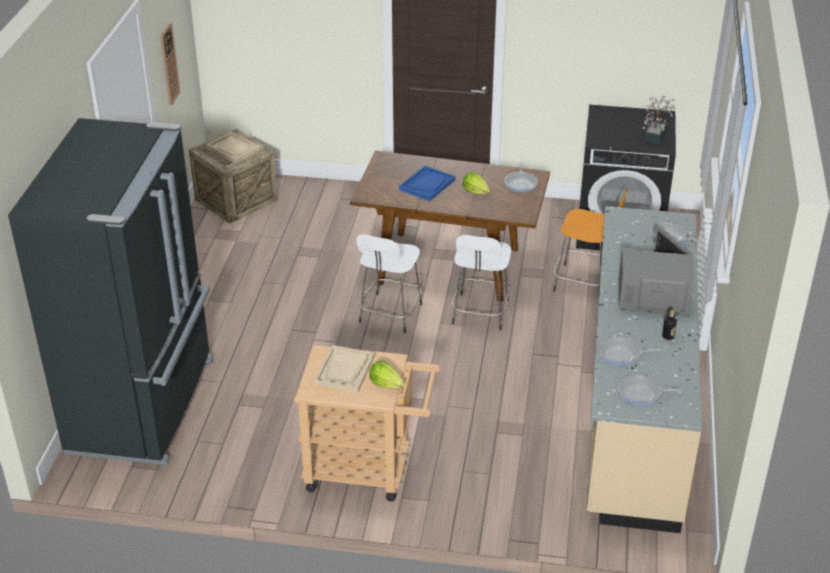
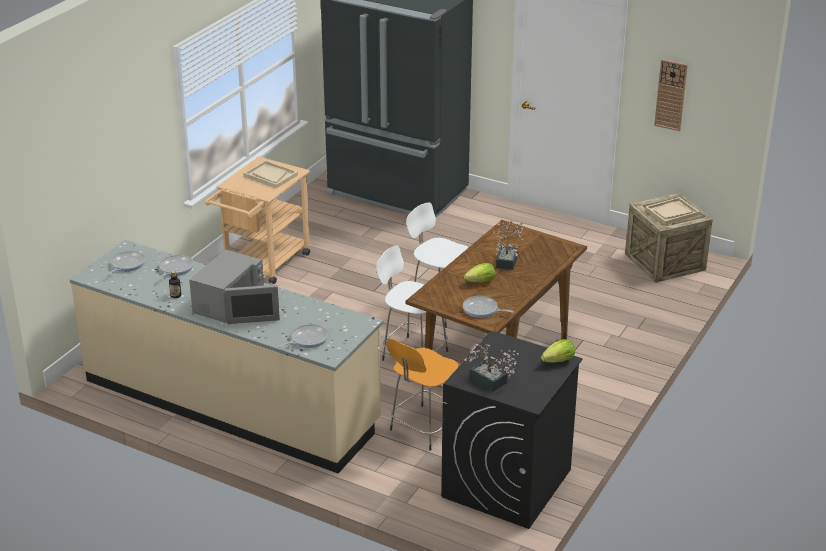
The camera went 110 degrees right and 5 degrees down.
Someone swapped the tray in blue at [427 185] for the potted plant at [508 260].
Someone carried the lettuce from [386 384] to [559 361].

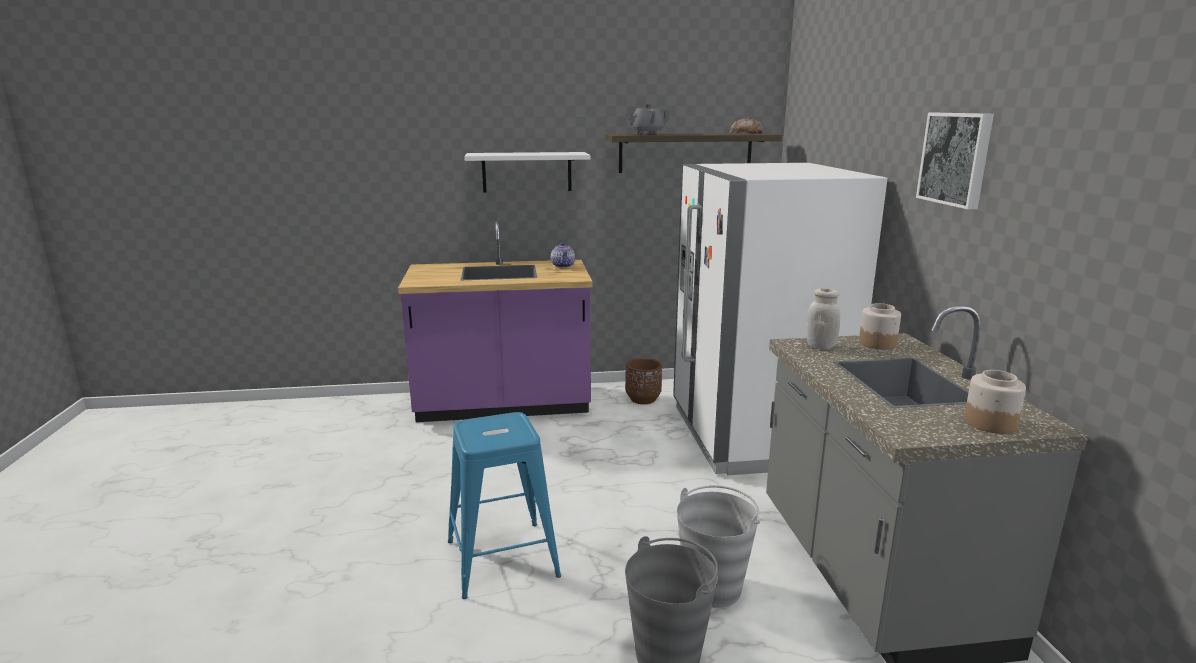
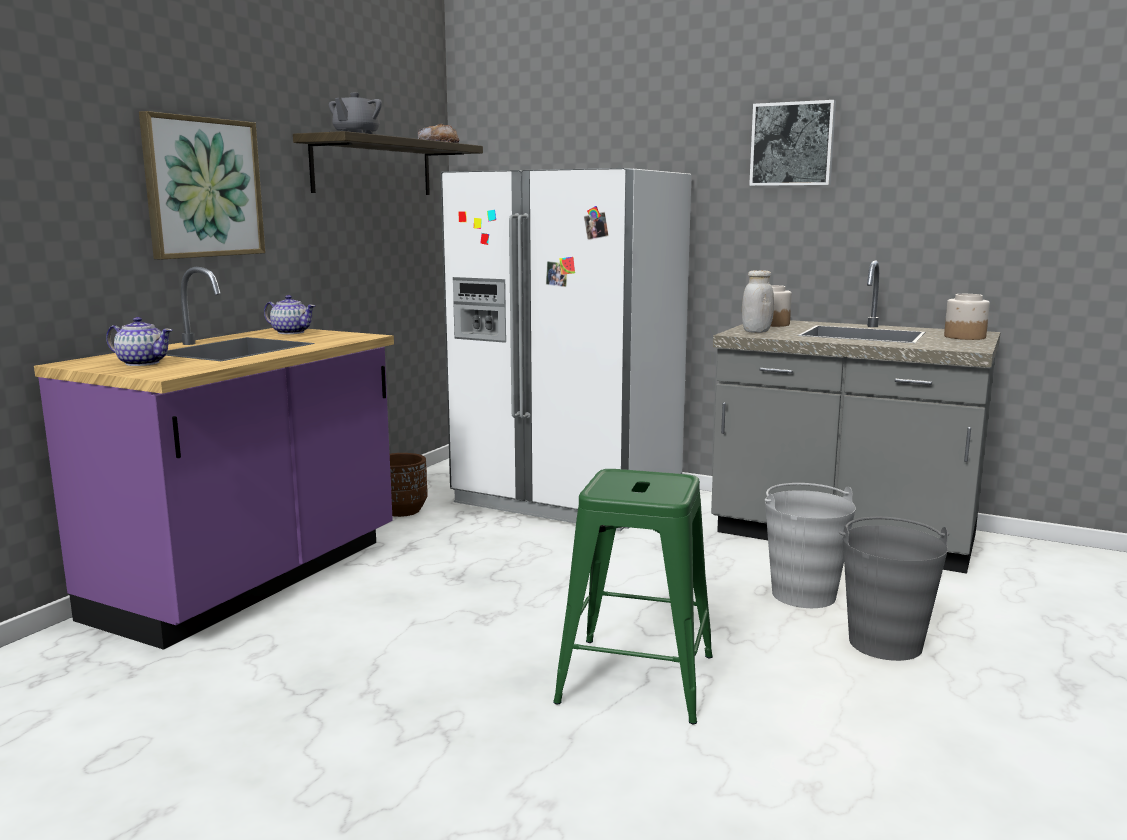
The camera went 55 degrees left and 5 degrees down.
Someone put down the teapot at [142 363].
Someone swapped the shelf in white at [527 172] for the picture at [203 187].
Someone repainted the stool in blue at [502 558], which became the stool in green at [636 678].

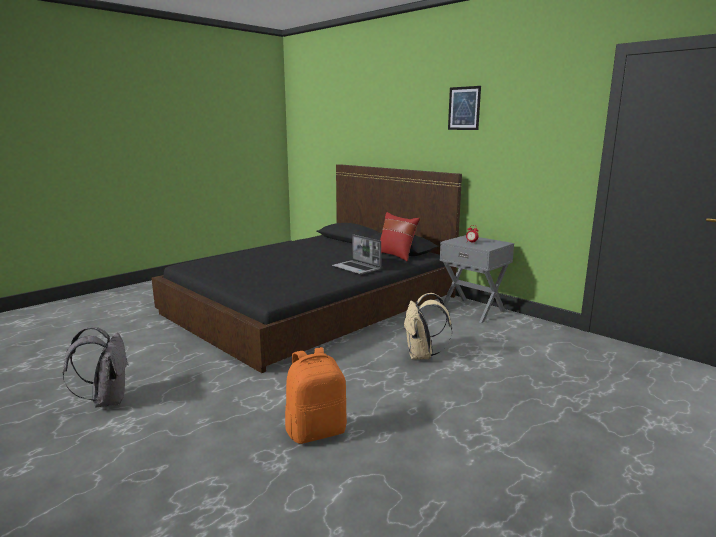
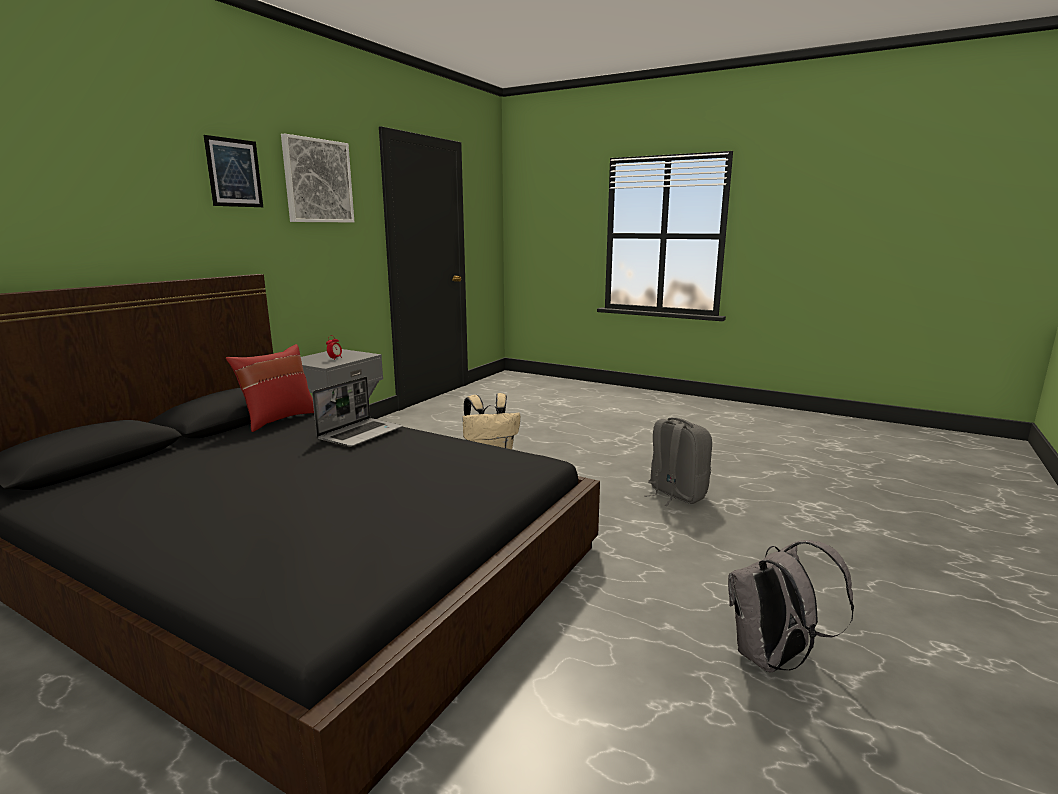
The camera went 105 degrees left and 0 degrees up.
Someone put up the picture at [318 181].
Someone repainted the backpack in orange at [316 431], which became the backpack in grey at [675 494].

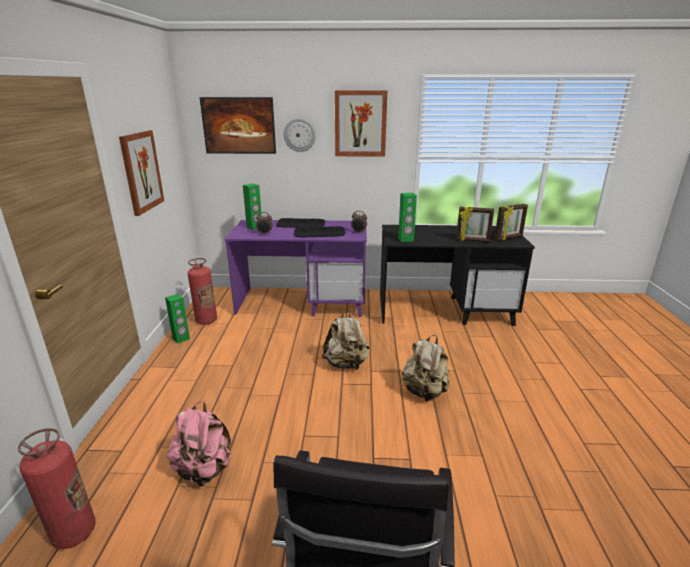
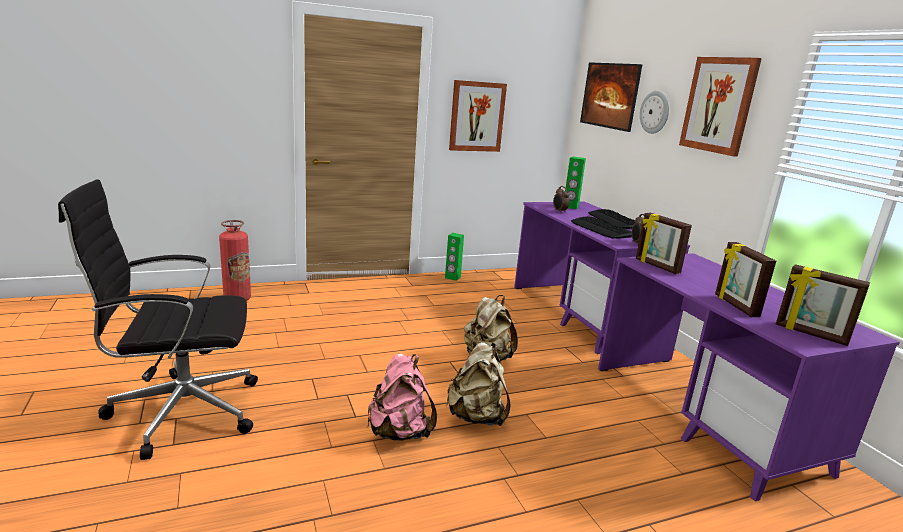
The camera went 65 degrees right and 5 degrees down.
Someone carried the backpack in pink from [204 470] to [399 432].
Someone repainted the desk in black at [445 310], which became the desk in purple at [706 418].
Someone swapped the speaker in green at [406 239] for the picture frame at [656 266].
Someone took away the fire extinguisher at [206 320].

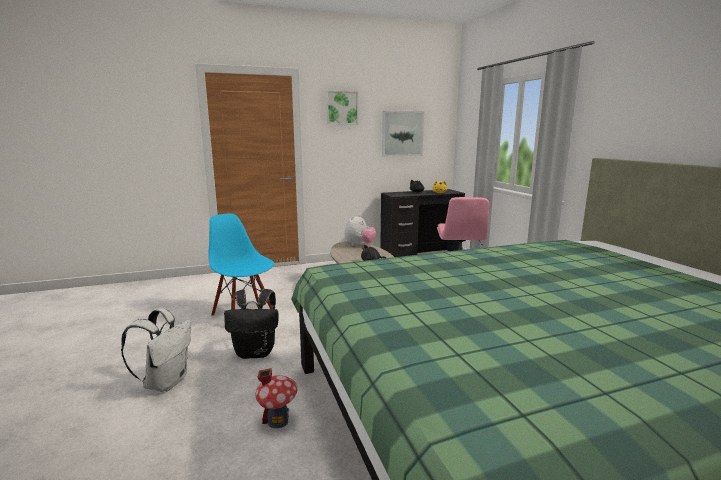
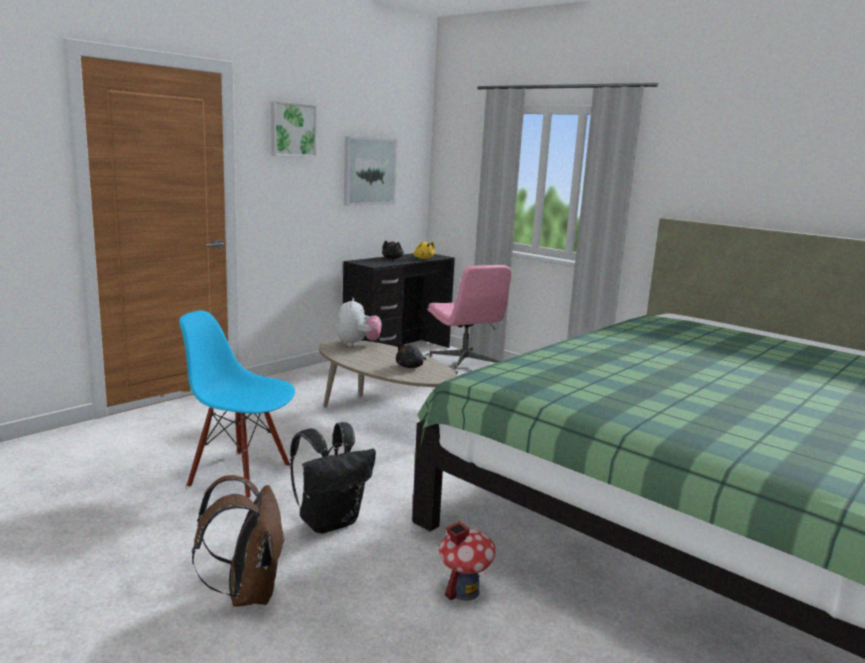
The camera went 30 degrees left and 0 degrees up.
Someone repainted the backpack in white at [166 382], which became the backpack in brown at [247 592].

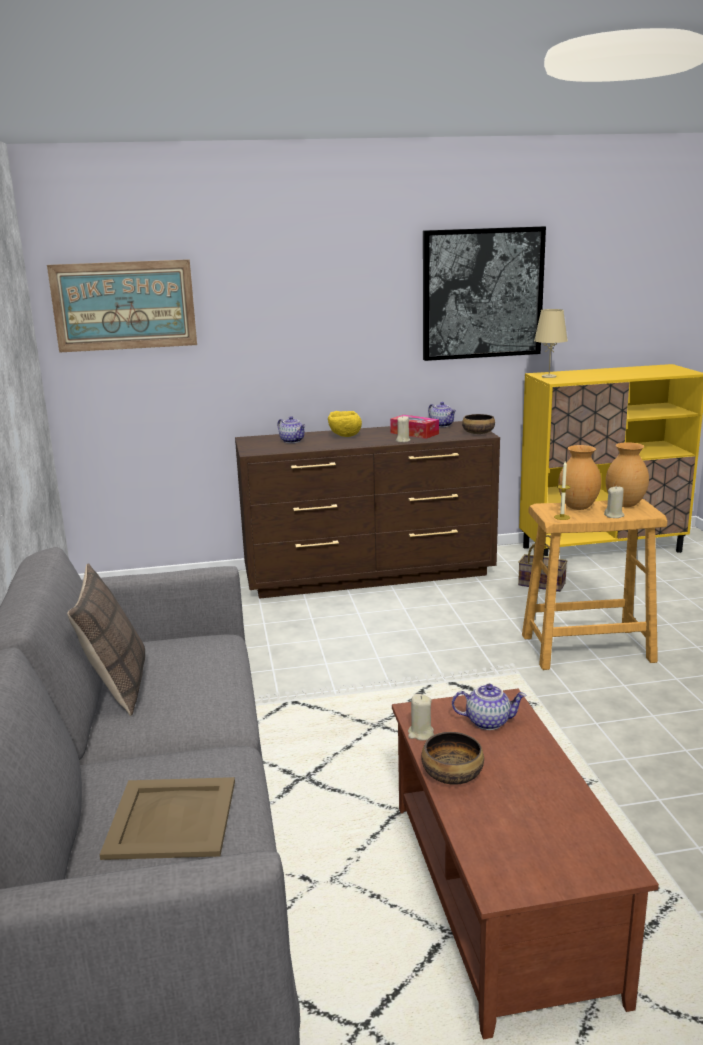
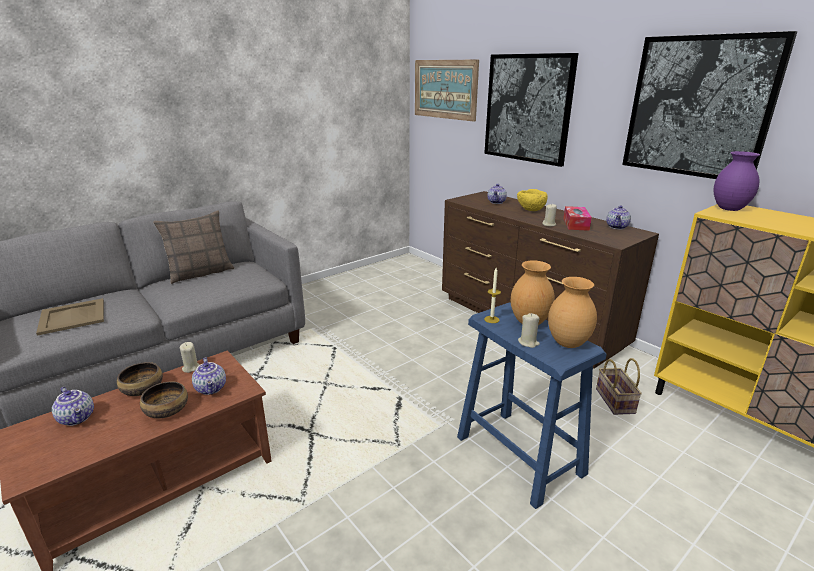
The camera went 60 degrees right and 5 degrees up.
Someone put down the teapot at [78 418].
Someone carried the bowl from [478 433] to [166 410].
Someone repainted the stool in beige at [588 648], which became the stool in blue at [519 455].
Someone put up the picture at [527 108].
Someone swapped the table lamp in beige at [548 376] for the vase in purple at [728 209].

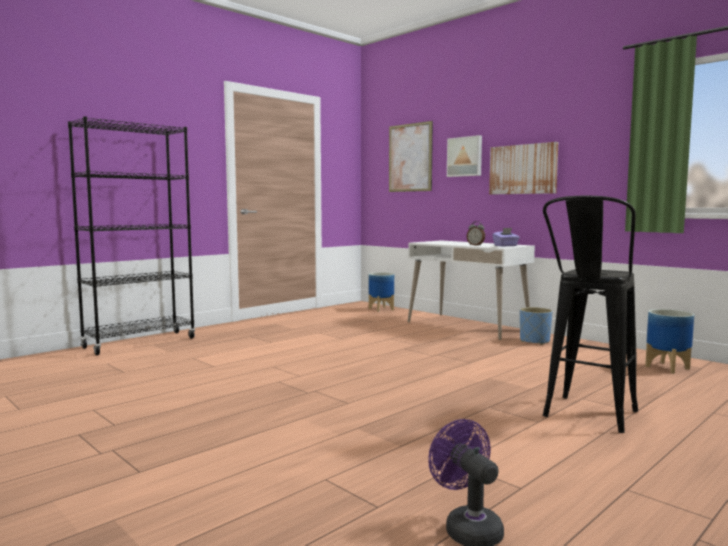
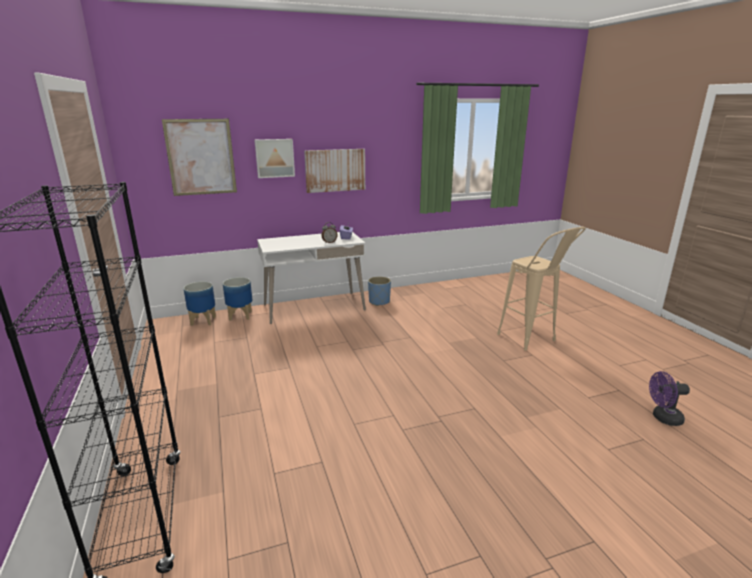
The camera went 65 degrees left and 15 degrees up.
Someone carried the planter from [667 367] to [240 315].
Someone repainted the stool in black at [586 418], which became the stool in beige at [532 341].

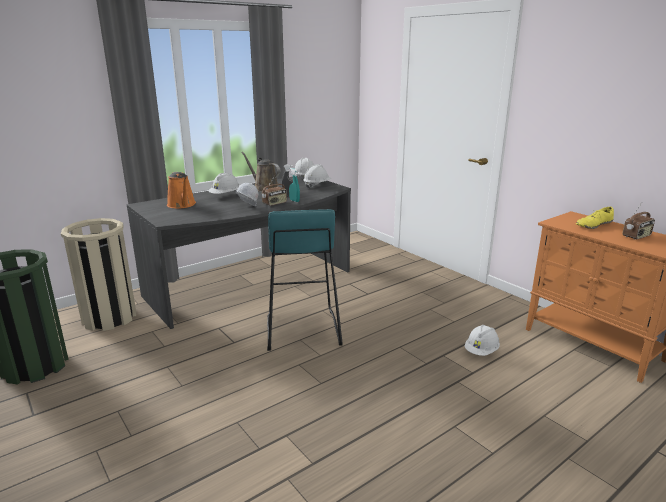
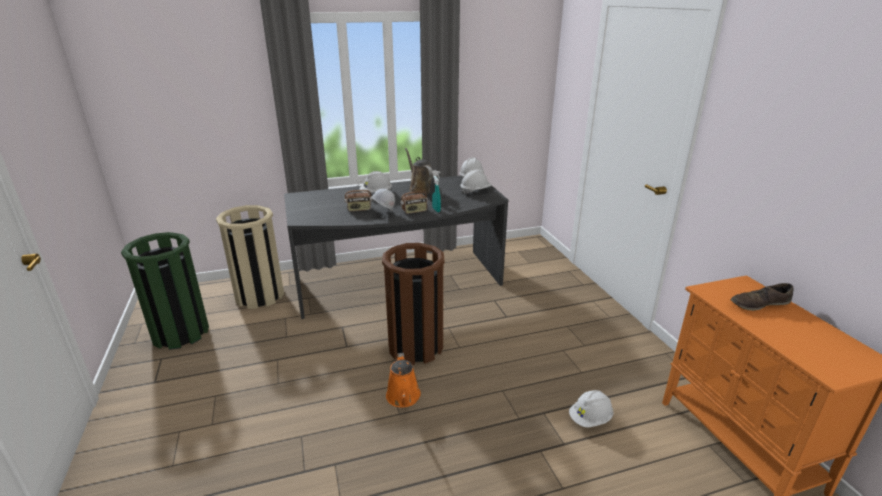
The camera went 20 degrees right and 5 degrees up.
Someone carried the radio from [636 236] to [359 209].
Someone swapped the stool in turquoise at [302 330] for the trash can in brown at [415 347].
Someone carried the watering can in orange from [182 205] to [403 398].
Someone repainted the shoe in yellow at [593 225], which became the shoe in brown at [759 303].

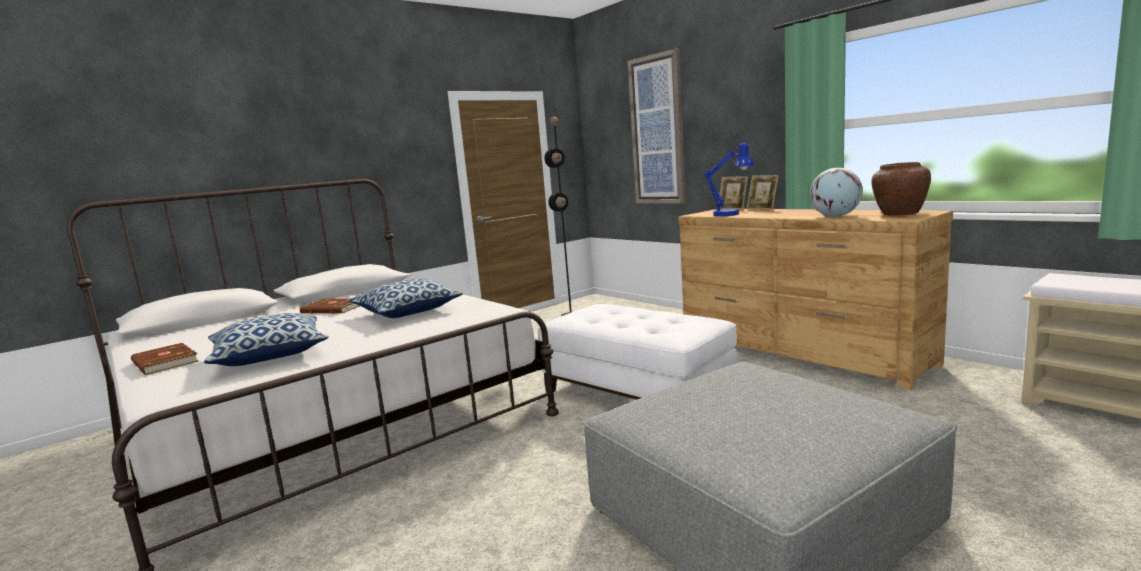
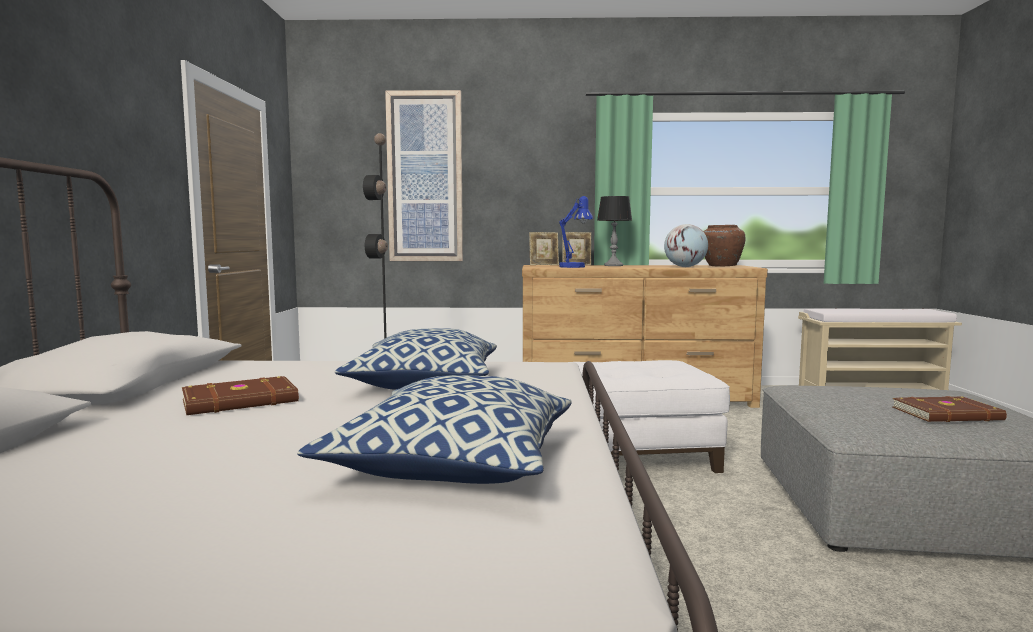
The camera went 50 degrees left and 5 degrees down.
Someone put down the table lamp at [613 265].
Someone carried the book in brown from [163 362] to [948 414].

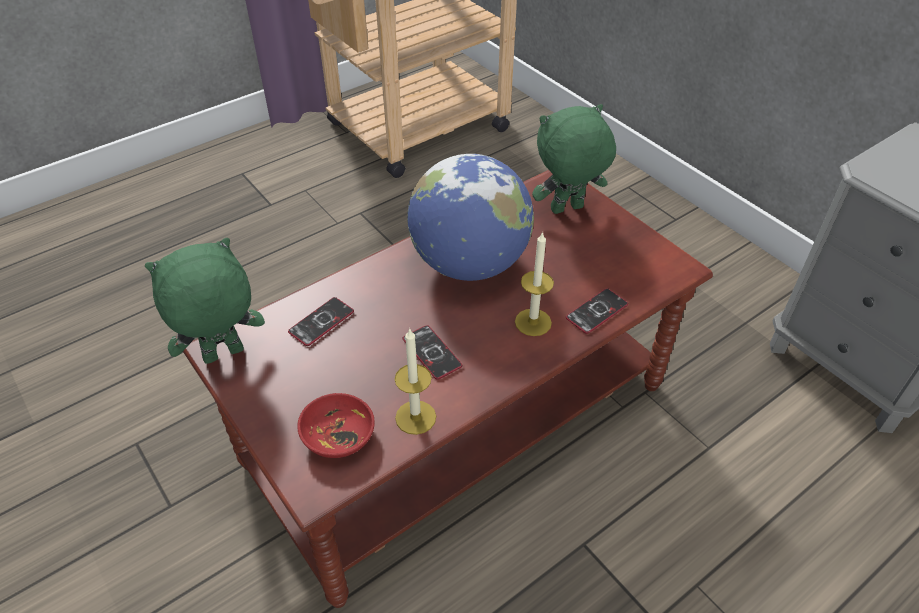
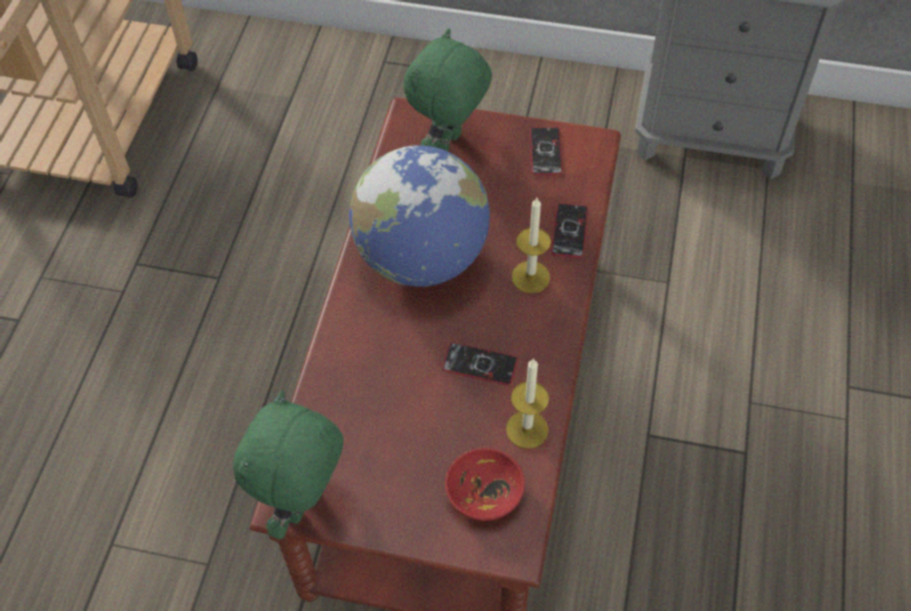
The camera went 40 degrees left and 10 degrees up.
Someone carried the phone from [321 322] to [545 152].

